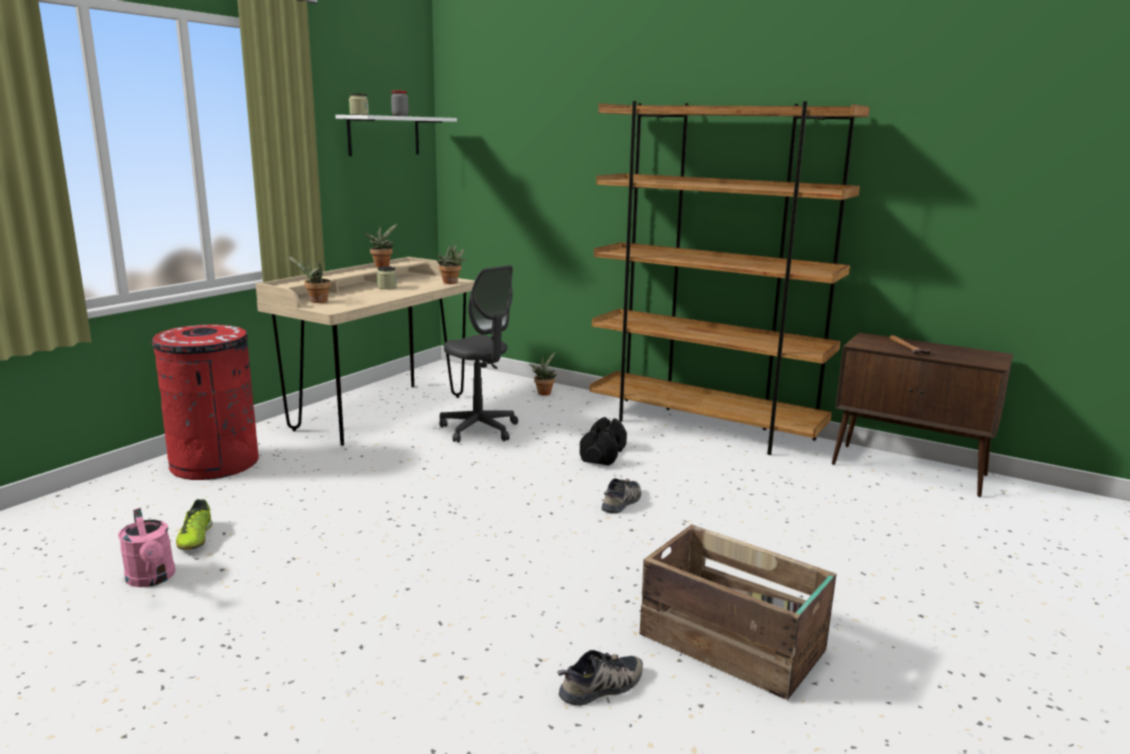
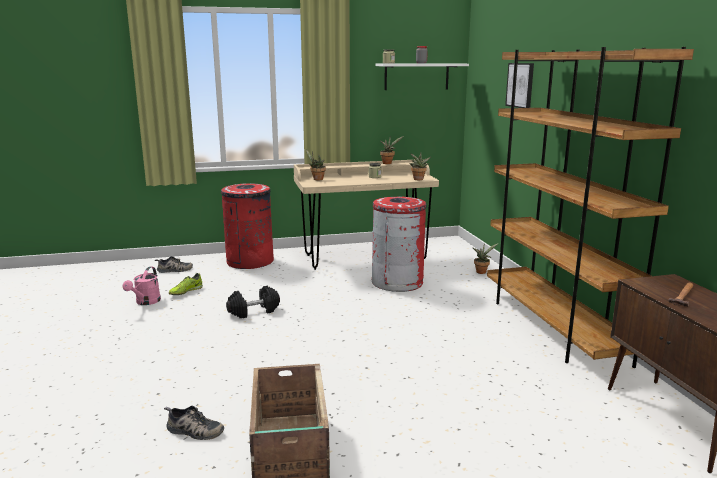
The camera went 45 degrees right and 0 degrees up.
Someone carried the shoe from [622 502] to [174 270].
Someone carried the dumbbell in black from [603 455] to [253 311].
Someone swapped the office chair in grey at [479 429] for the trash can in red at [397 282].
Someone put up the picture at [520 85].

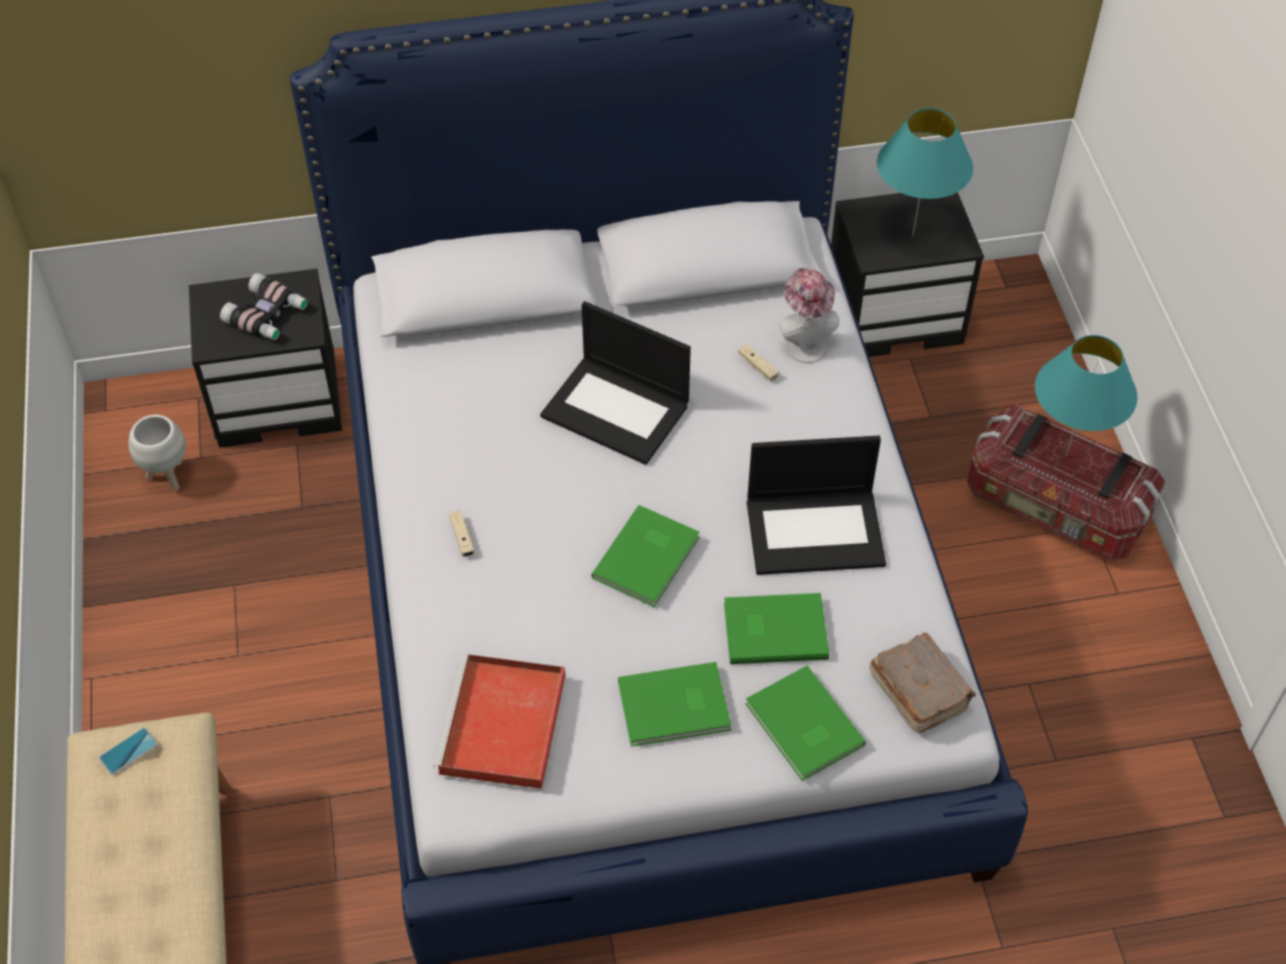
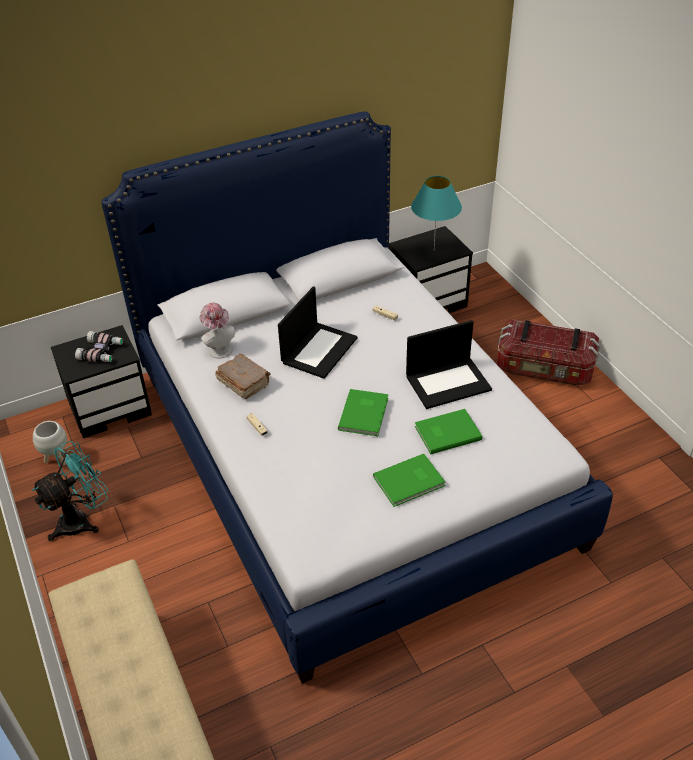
The camera went 15 degrees left and 10 degrees down.
Someone put down the fan in turquoise at [81 520].
Someone carried the hat from [804 342] to [219 348].
Someone carried the book in brown from [918 691] to [243 383].
Someone rotated the laptop at [617 410] by 75 degrees counterclockwise.
Someone took away the phone at [128 752].
Someone took away the tray in red at [503 727].
Someone took away the book in green at [803 727].
Someone took away the table lamp in turquoise at [1065 456].

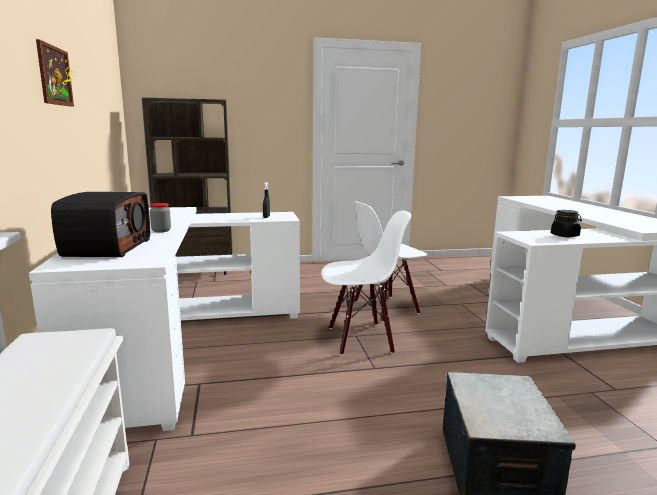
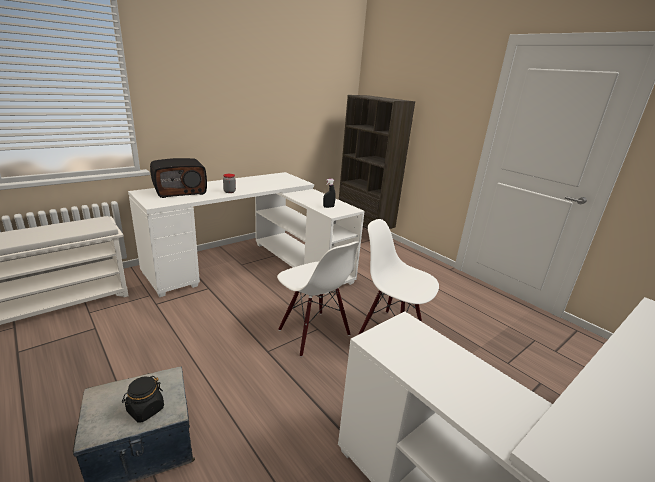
The camera went 60 degrees right and 10 degrees up.
Someone carried the jar in black from [564 236] to [145 410].
Someone took away the picture at [54 75].

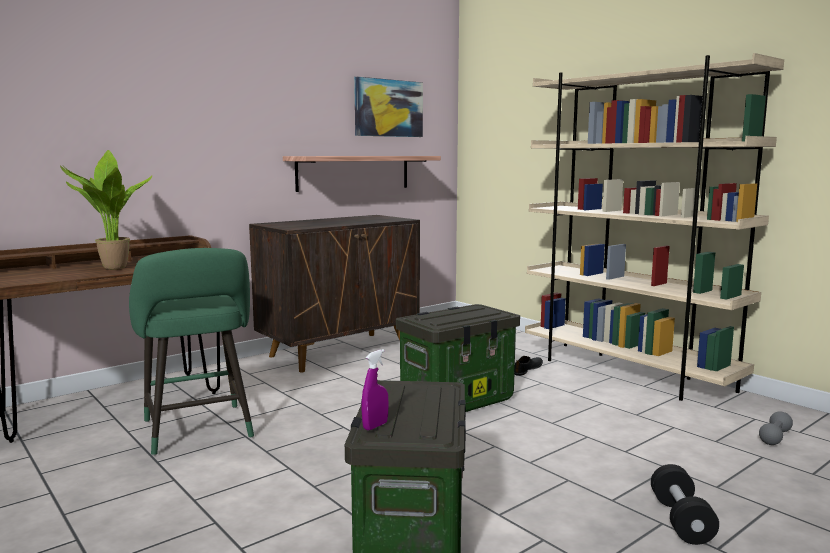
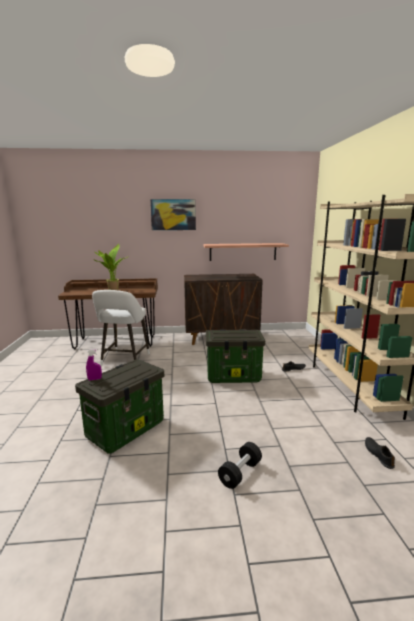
The camera went 35 degrees right and 5 degrees up.
Someone repainted the stool in green at [199 432], which became the stool in white at [124 361].
Someone carried the picture from [388 108] to [173 214].
Someone swapped the dumbbell in grey at [775 437] for the shoe in black at [378 454].

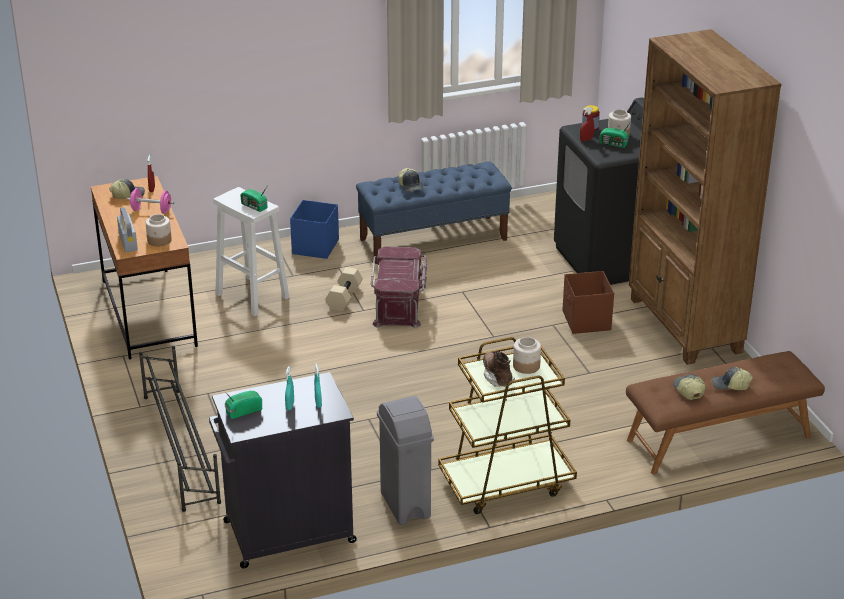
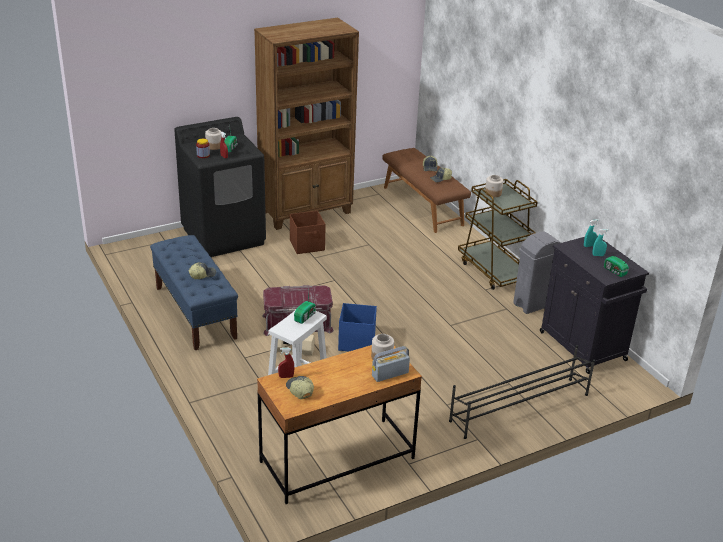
The camera went 100 degrees left and 0 degrees up.
Someone carried the storage box in blue from [316 246] to [356 342].
Someone took away the dumbbell in pink at [151 210].
Someone took away the boot in brown at [497 377].

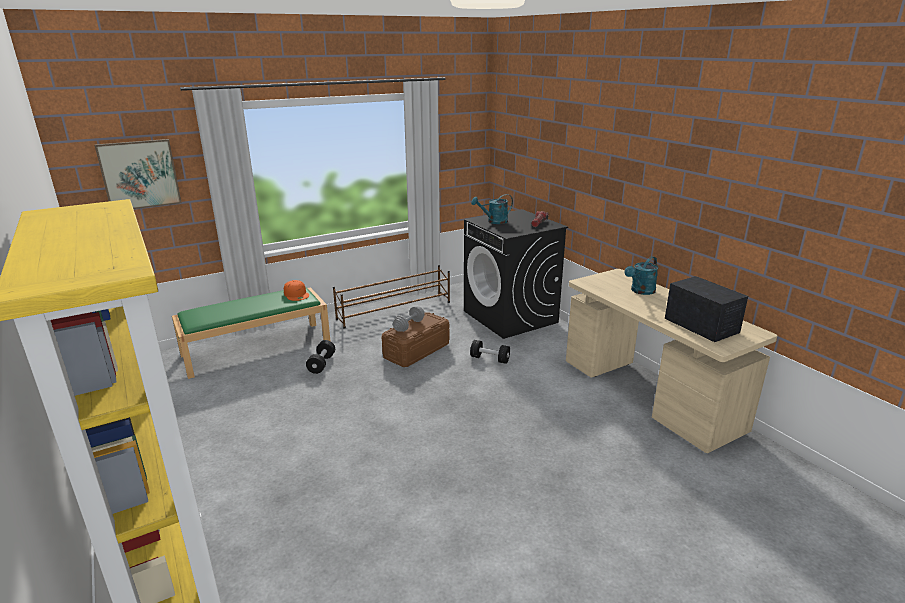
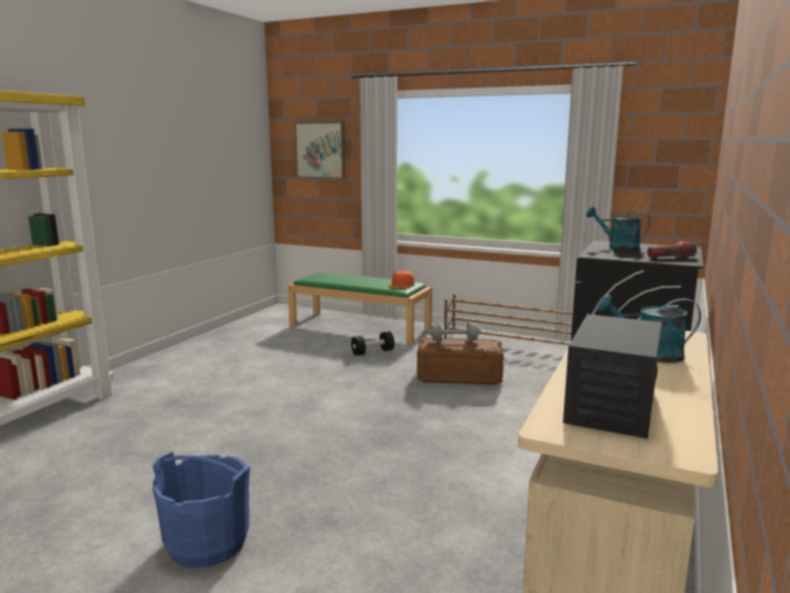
The camera went 55 degrees right and 10 degrees down.
Someone put down the bucket in blue at [207 543].
Someone took away the dumbbell in black at [490 359].

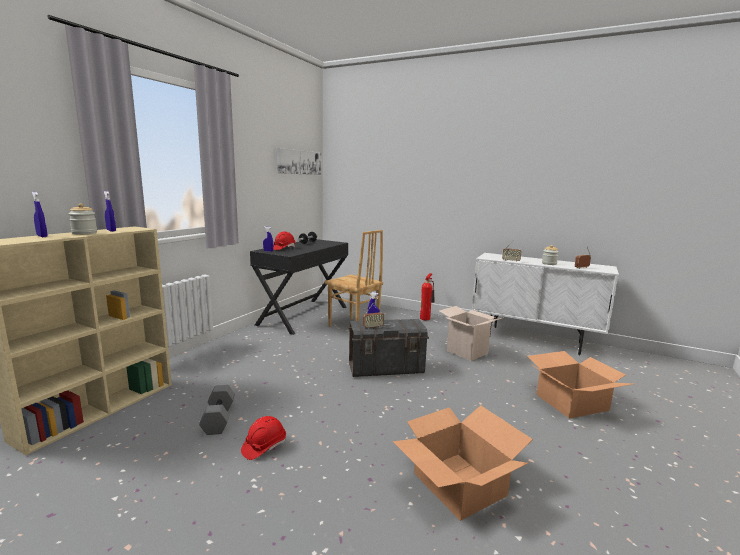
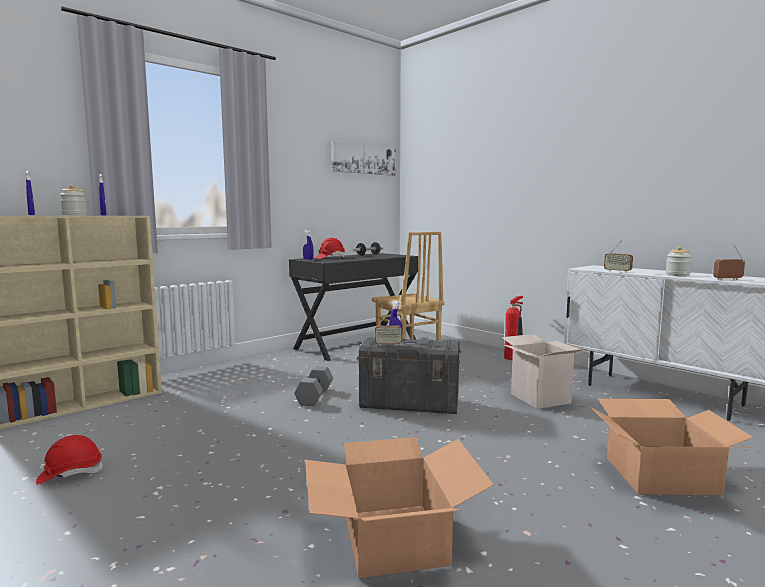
The camera went 20 degrees right and 5 degrees down.
Someone carried the hard hat in red from [264 446] to [70 474].
Someone carried the dumbbell in grey from [219 419] to [315 396].

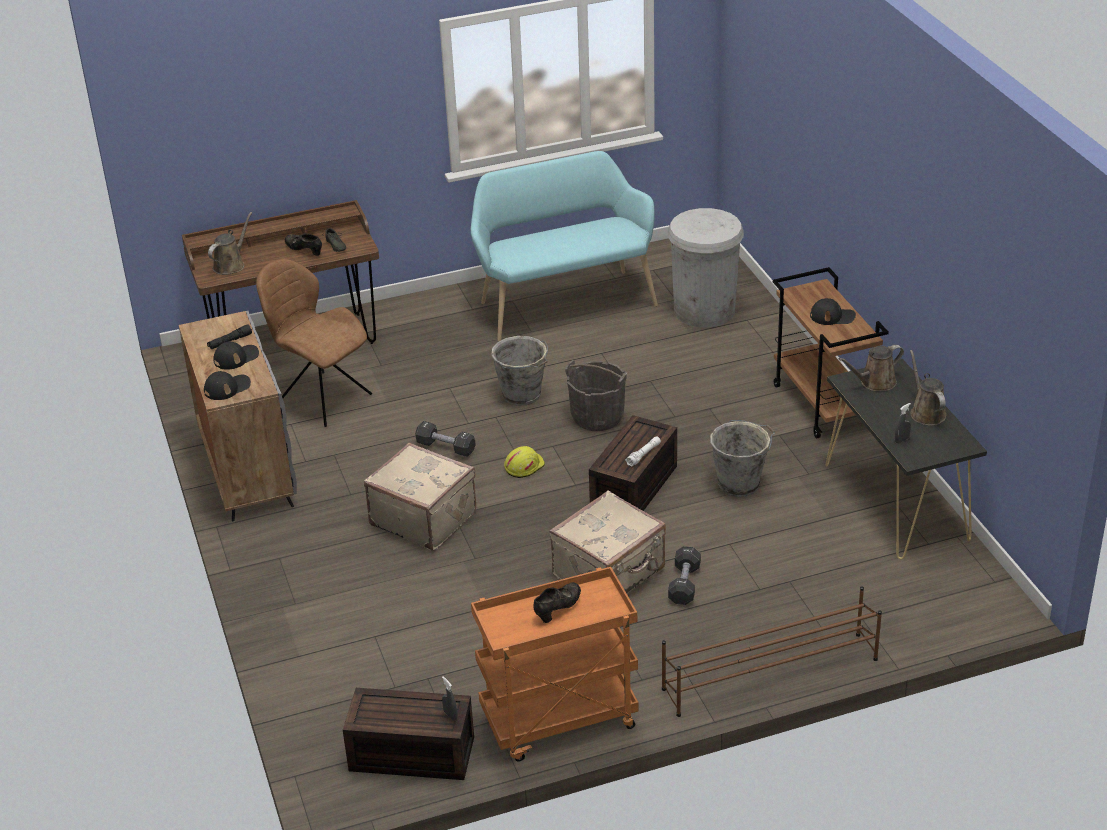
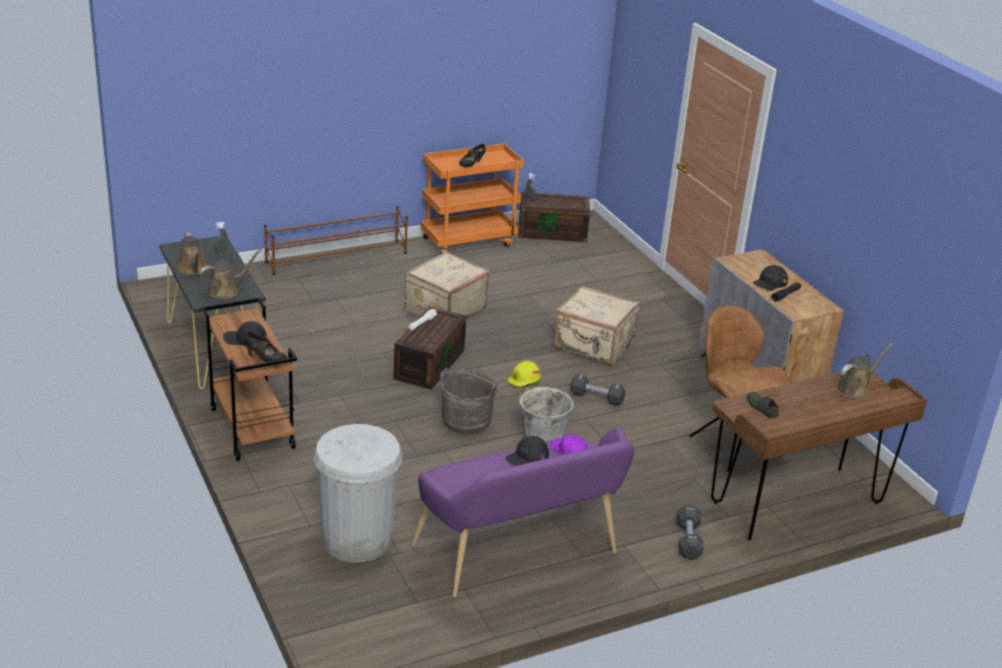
The camera went 170 degrees right and 5 degrees down.
Someone carried the shoe in black from [304 251] to [265 359].
Someone repainted the bench in turquoise at [563 301], which became the bench in purple at [521 554].
Someone carried the cap in black from [227 388] to [527 457].
Someone put down the cap in purple at [568 451].
Someone carried the dumbbell in black from [684 584] to [688 540].
Someone rotated the chair in brown at [321 398] by 150 degrees counterclockwise.
Someone rotated the watering can in brown at [231 265] by 150 degrees counterclockwise.
Someone took away the bucket in grey at [740 483].

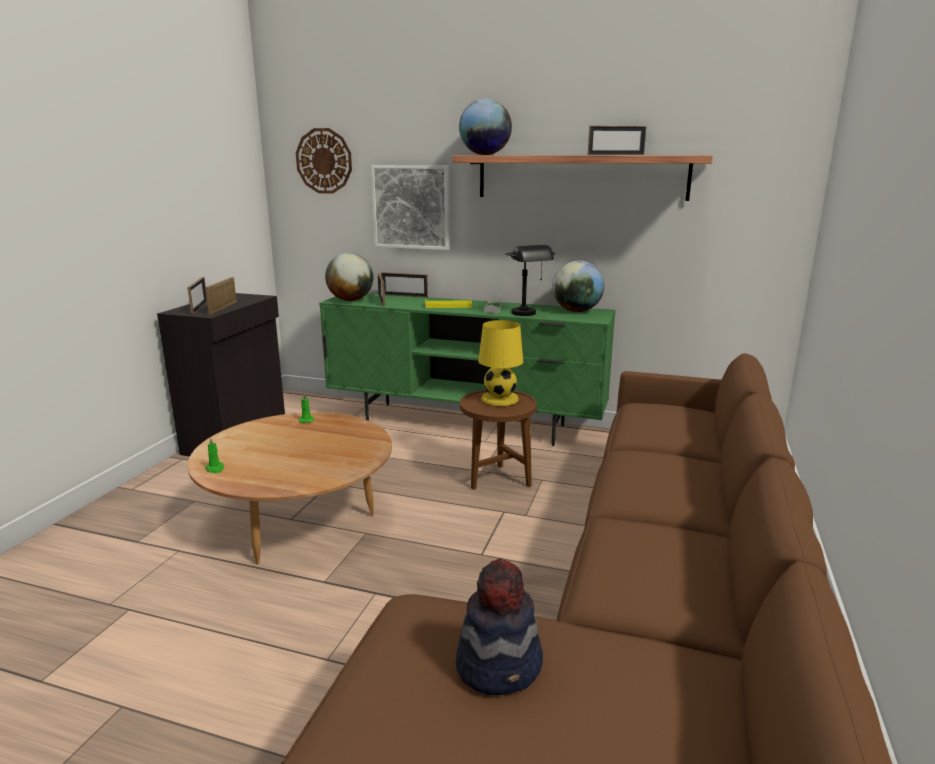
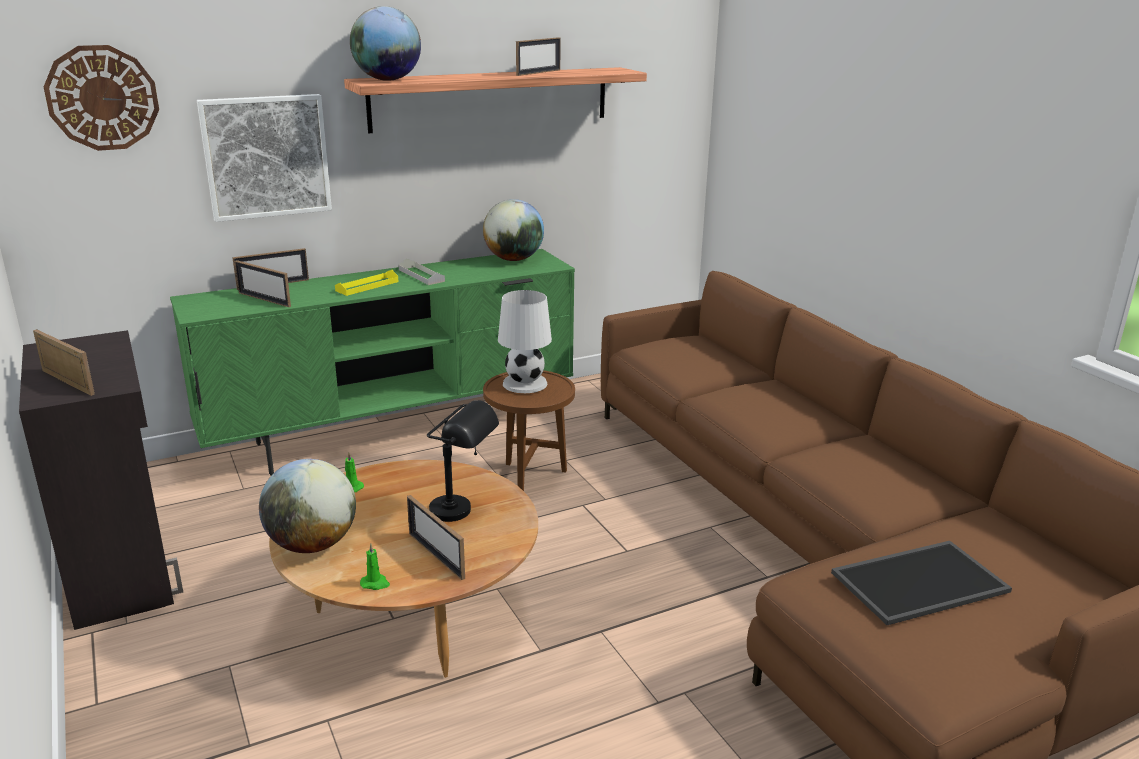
The camera went 45 degrees left and 5 degrees up.
Someone carried the globe from [351 300] to [313 544].
Someone carried the picture frame from [223 308] to [436 555].
Someone carried the table lamp in black from [528 315] to [464 513].
Someone repainted the table lamp in yellow at [500 398], which became the table lamp in white at [524 383].
Someone swapped the hat at [500 664] for the tray at [919 580].

